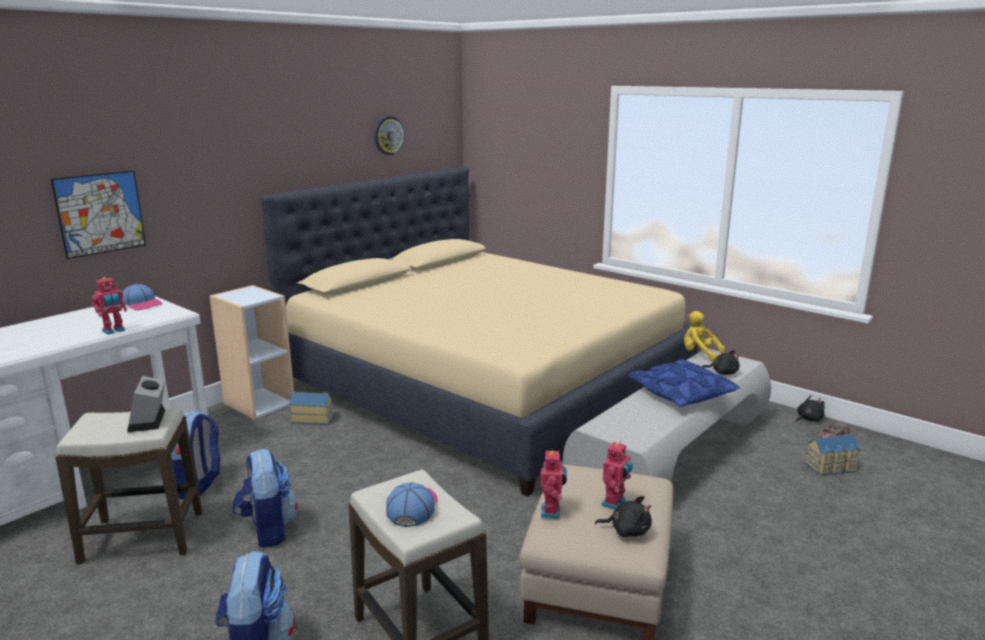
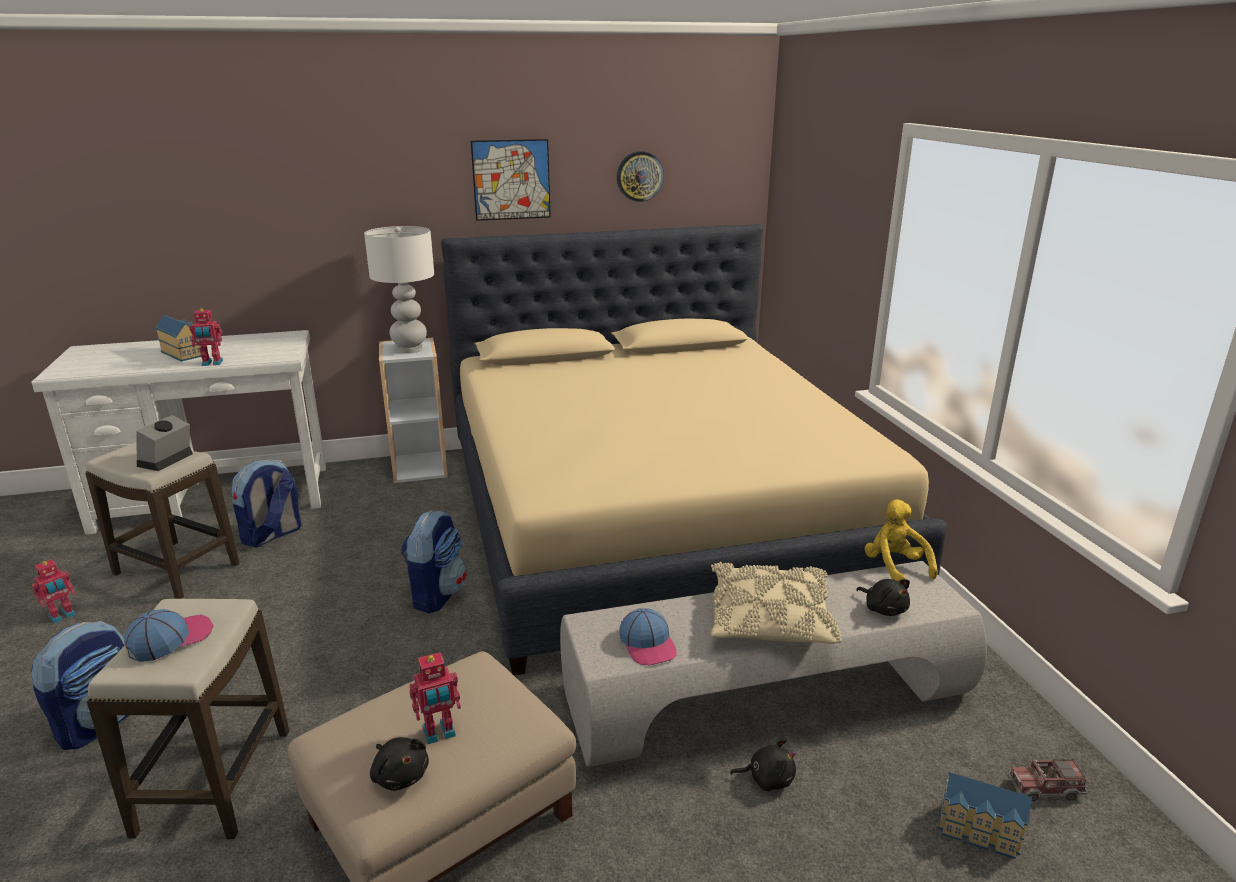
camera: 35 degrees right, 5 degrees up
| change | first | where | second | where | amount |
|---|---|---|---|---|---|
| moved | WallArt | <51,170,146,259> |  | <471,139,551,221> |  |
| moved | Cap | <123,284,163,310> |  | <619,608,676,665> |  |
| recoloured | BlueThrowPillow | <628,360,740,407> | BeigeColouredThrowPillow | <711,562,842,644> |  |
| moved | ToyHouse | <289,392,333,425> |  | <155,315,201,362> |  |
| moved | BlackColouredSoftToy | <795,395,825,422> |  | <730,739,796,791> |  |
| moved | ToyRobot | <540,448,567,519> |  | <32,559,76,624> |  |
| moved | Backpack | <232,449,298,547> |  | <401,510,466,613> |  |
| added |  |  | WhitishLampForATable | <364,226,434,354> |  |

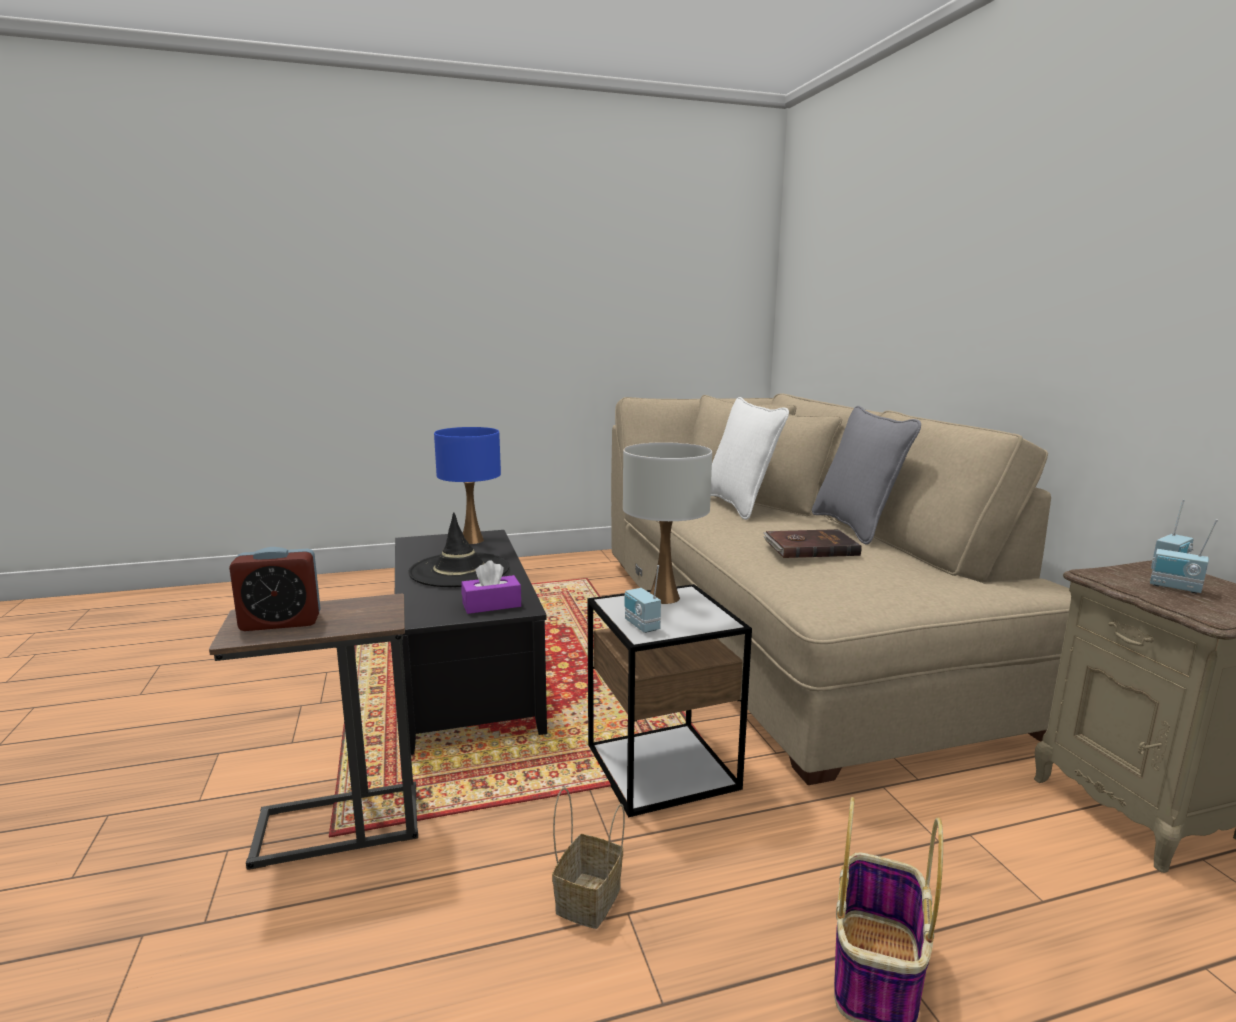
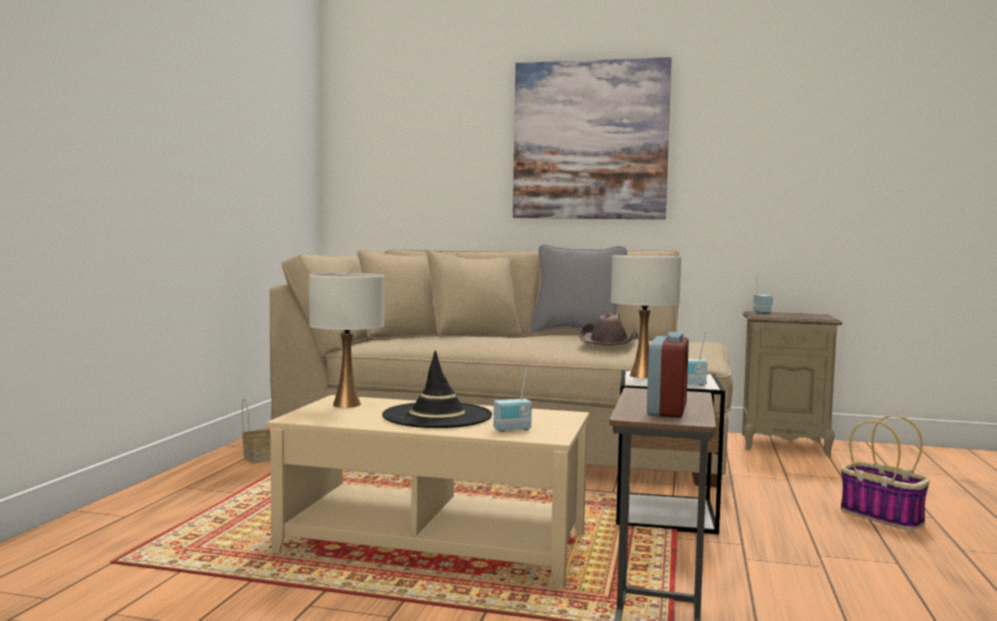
camera: 60 degrees left, 10 degrees down
| change | first | where | second | where | amount |
|---|---|---|---|---|---|
| removed | WhitishThrowPillow | <711,397,789,520> |  |  |  |
| recoloured | BlueLampForATable | <434,427,501,544> | WhitishLampForATable | <309,273,384,408> |  |
| moved | RadioSet | <1150,519,1218,594> |  | <493,367,532,432> |  |
| replaced | BrownBoundBook | <763,529,861,558> | BrownWearableHat | <579,312,638,345> |  |
| recoloured | BlackColouredLoungeTable | <395,530,547,755> | BeigeColouredLoungeTable | <267,395,589,588> |  |
| removed | PurpleColouredTissueBox | <461,560,521,614> |  |  |  |
| moved | Basket | <552,787,625,929> |  | <242,396,278,463> |  |
| added |  |  | WallArt | <513,57,672,220> |  |

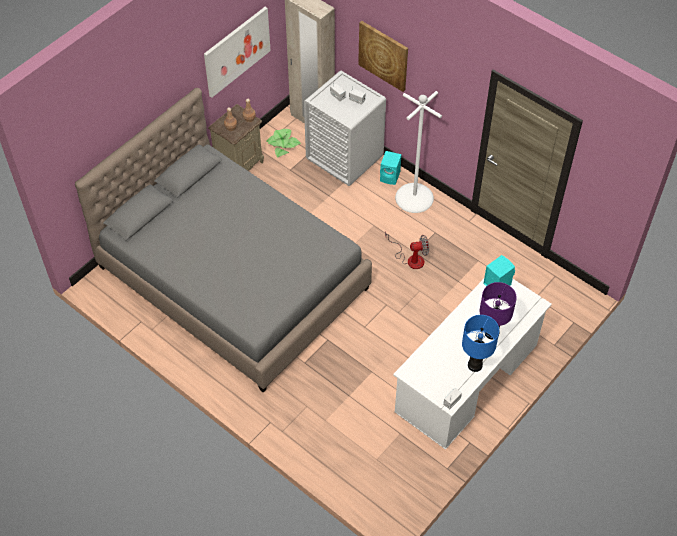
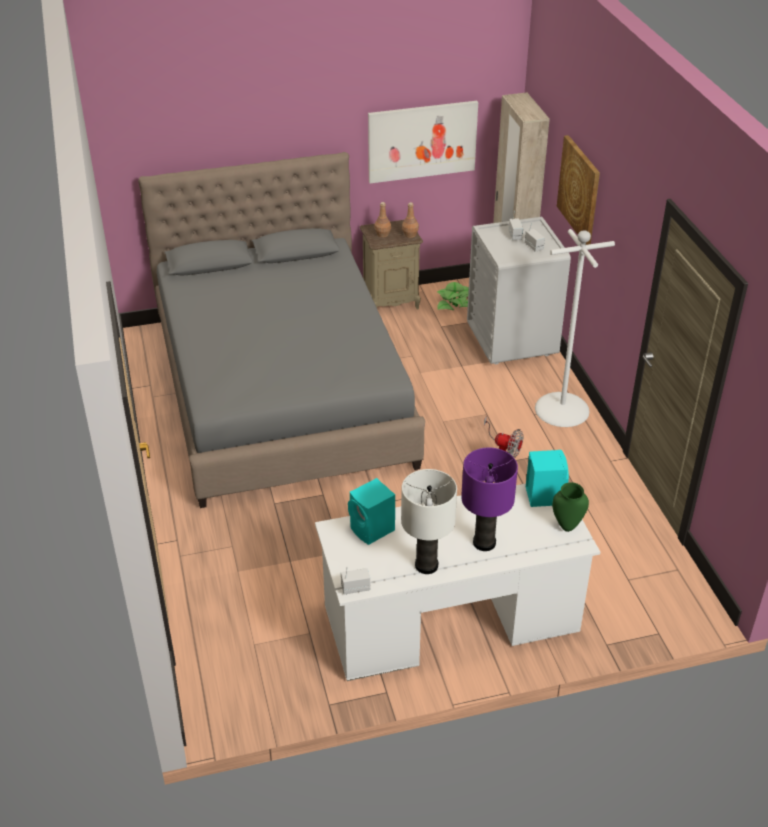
camera: 35 degrees right, 15 degrees down
| change | first | where | second | where | amount |
|---|---|---|---|---|---|
| moved | TurquoiseSpeaker | <380,151,402,185> |  | <348,478,395,545> |  |
| recoloured | BlueLampForATable | <462,315,499,372> | WhitishLampForATable | <401,469,457,574> |  |
| added |  |  | GreenVase | <552,482,589,532> |  |

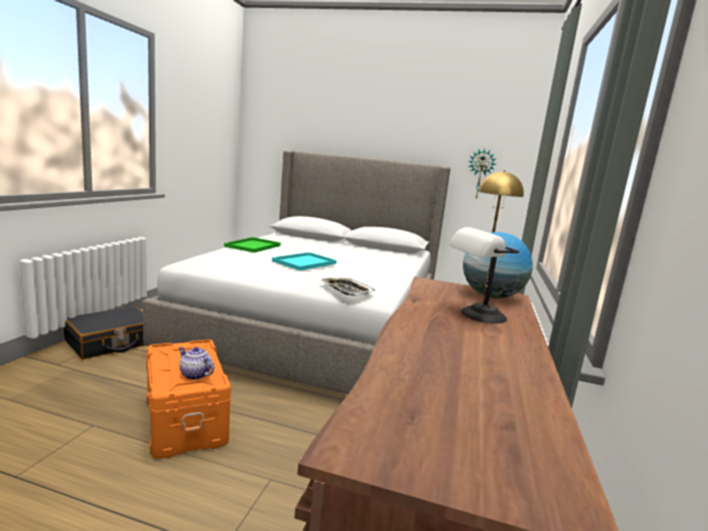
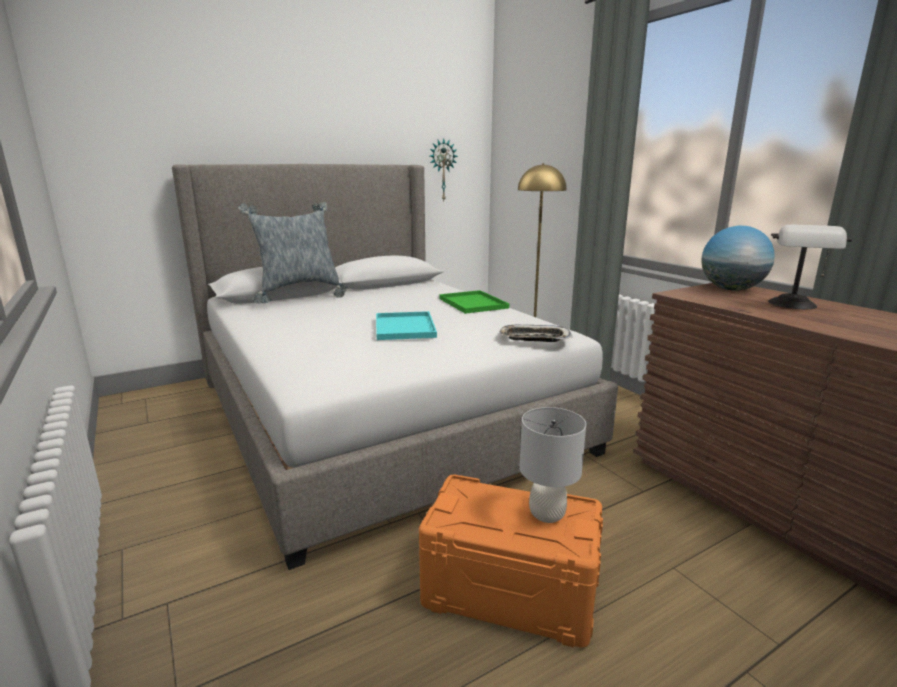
camera: 45 degrees left, 5 degrees up
| change | first | where | second | where | amount |
|---|---|---|---|---|---|
| moved | GreenCarryingTray | <224,237,281,253> |  | <439,290,509,314> |  |
| removed | BlackColouredSuitcase | <64,306,145,359> |  |  |  |
| replaced | TeaPot | <179,347,214,380> | GreyishLampForATable | <519,407,586,523> |  |
| added |  |  | ThrowPillow | <238,202,348,304> |  |

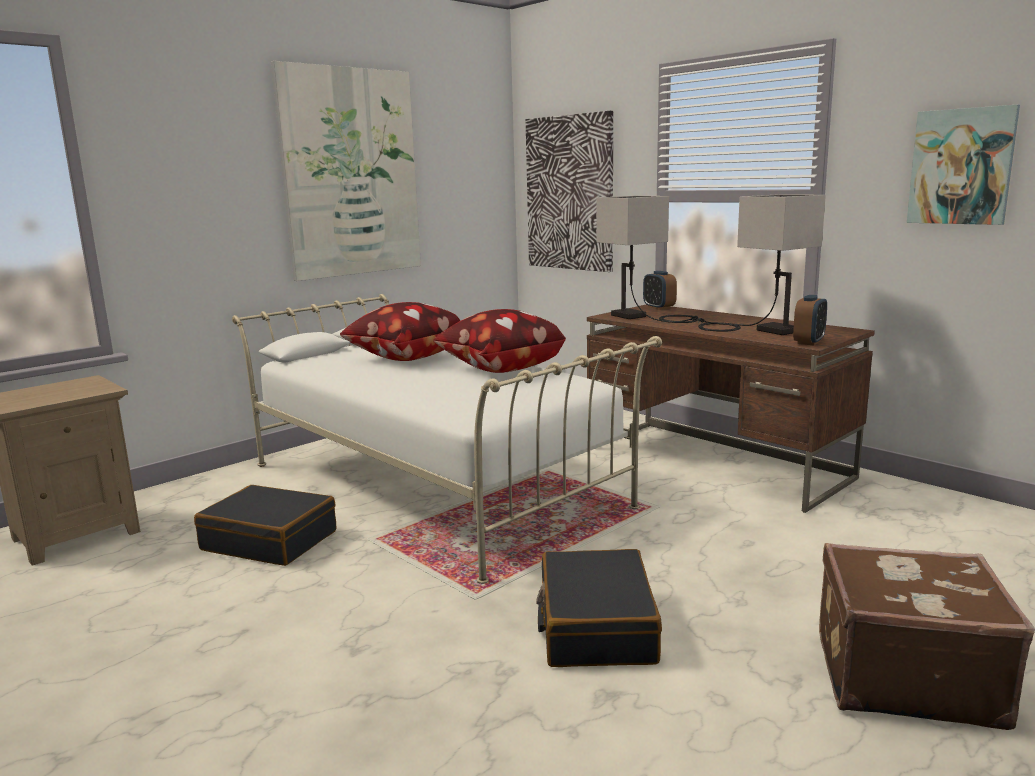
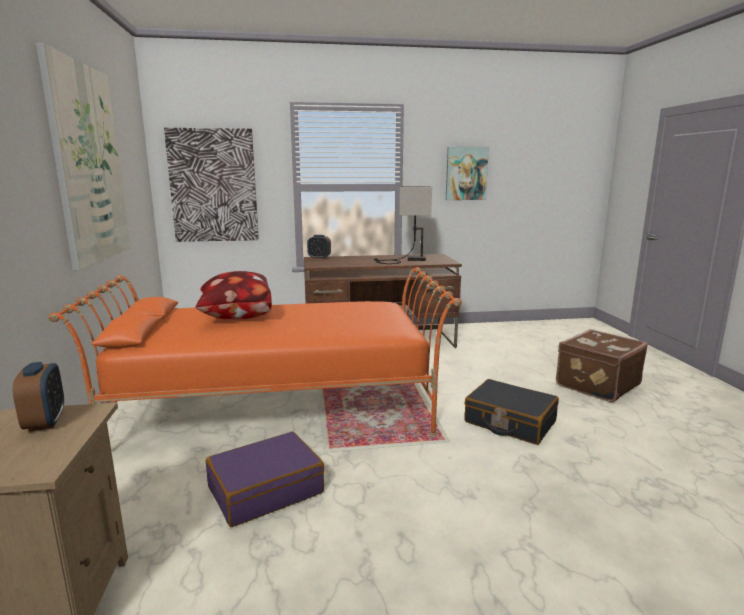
camera: 55 degrees left, 0 degrees up
| change | first | where | second | where | amount |
|---|---|---|---|---|---|
| removed | LampForATable | <596,196,698,323> |  |  |  |
| recoloured | WhitishBed | <232,294,662,584> | OrangeyBed | <48,267,462,435> |  |
| moved | AlarmClock | <793,295,827,345> |  | <13,362,64,431> |  |
| removed | ThrowPillow | <433,309,566,373> |  |  |  |
| recoloured | BlackColouredSuitcase | <194,485,336,566> | PurpleColouredSuitcase | <206,432,324,527> |  |

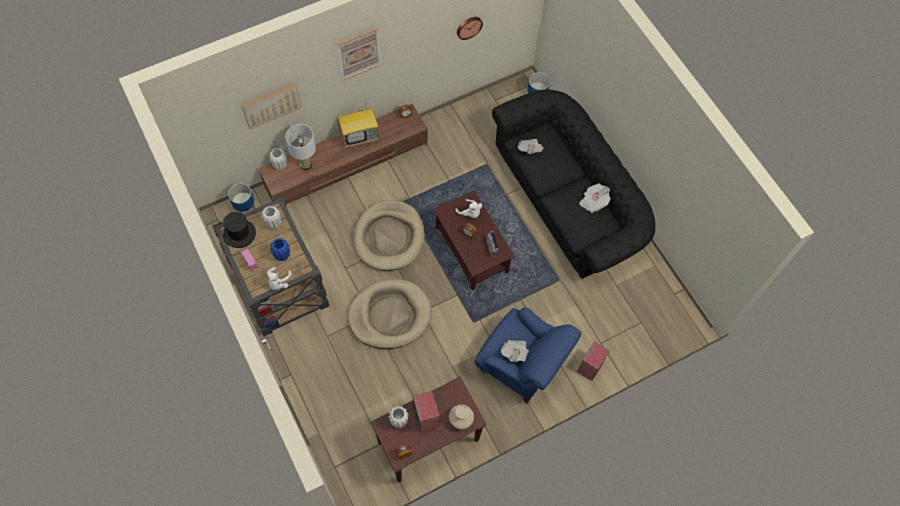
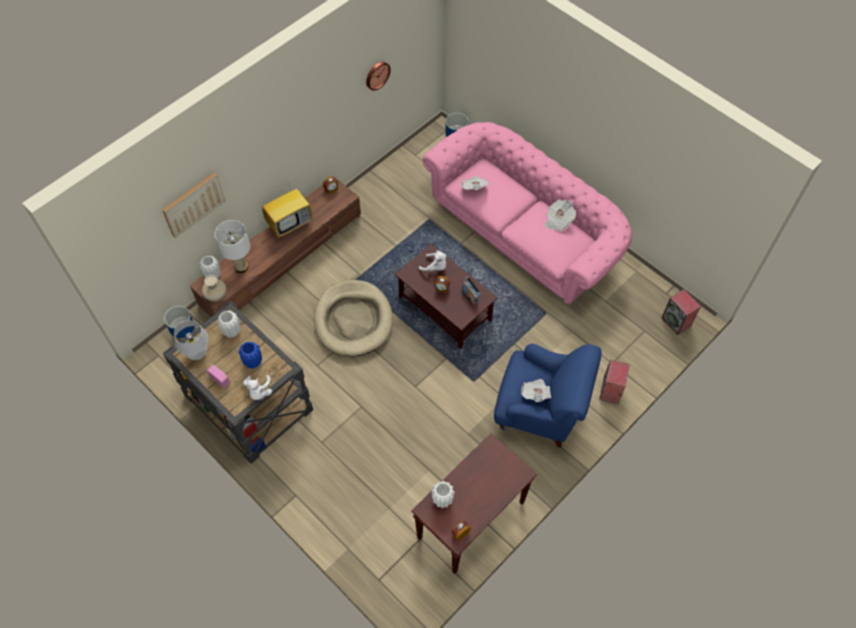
camera: 15 degrees left, 5 degrees down
| change | first | where | second | where | amount |
|---|---|---|---|---|---|
| removed | WallArt | <337,28,381,81> |  |  |  |
| recoloured | BlackColouredSettee | <492,90,655,279> | PinkSettee | <423,122,632,304> |  |
| replaced | BlackColouredWearableHat | <223,212,256,248> | WhitishLampForATable | <174,320,208,360> |  |
| removed | BeigeColouredDogBed | <348,279,431,349> |  |  |  |
| moved | Speaker | <413,391,440,432> |  | <661,289,701,335> |  |
| moved | BeigeColouredVase | <449,405,474,430> |  | <202,275,226,302> |  |

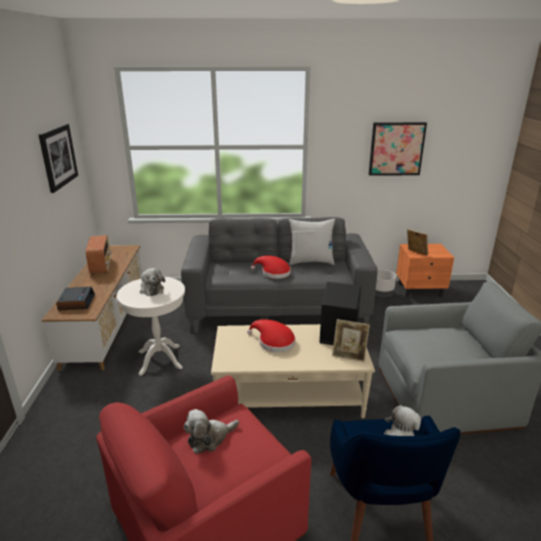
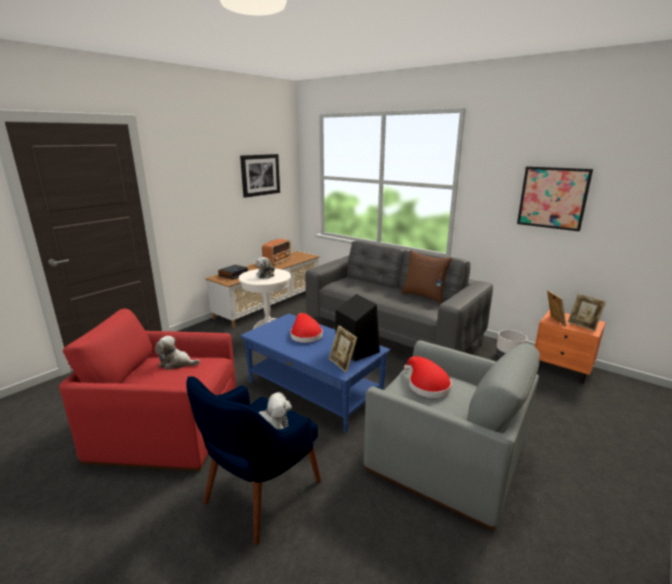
camera: 40 degrees right, 5 degrees down
| change | first | where | second | where | amount |
|---|---|---|---|---|---|
| recoloured | GreyishThrowPillow | <289,219,335,265> | BrownThrowPillow | <401,250,452,304> |  |
| moved | RedWearableHat | <251,256,291,279> |  | <404,356,452,398> |  |
| recoloured | BeigeColouredLoungeTable | <211,324,375,419> | BlueLoungeTable | <240,314,390,433> |  |
| added |  |  | PhotoFrame | <568,294,606,331> |  |

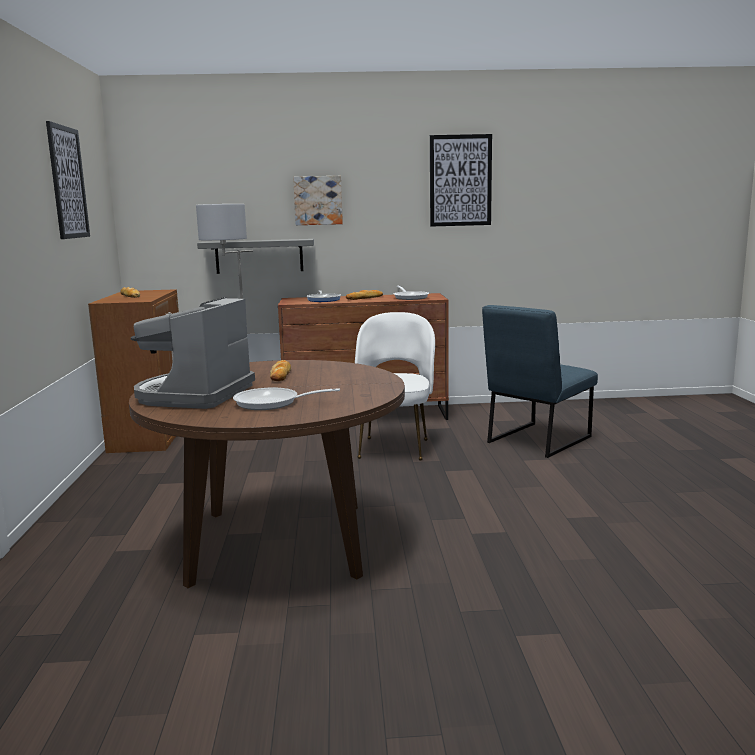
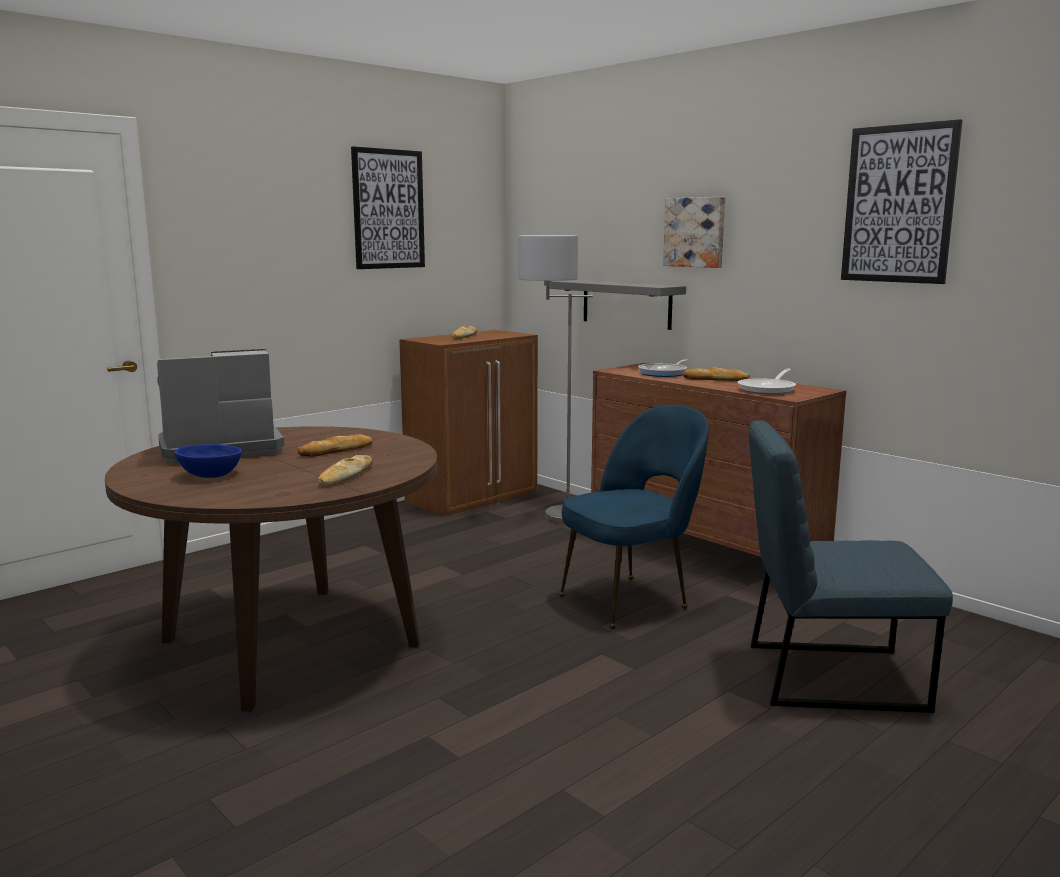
camera: 50 degrees right, 0 degrees up
| change | first | where | second | where | amount |
|---|---|---|---|---|---|
| recoloured | WhitishPlainChair | <355,312,435,461> | BluePlainChair | <559,405,709,629> |  |
| replaced | FryingPan | <233,388,340,410> | BlueServingBowl | <174,444,242,478> |  |
| added |  |  | BakedBread | <317,455,373,486> |  |

